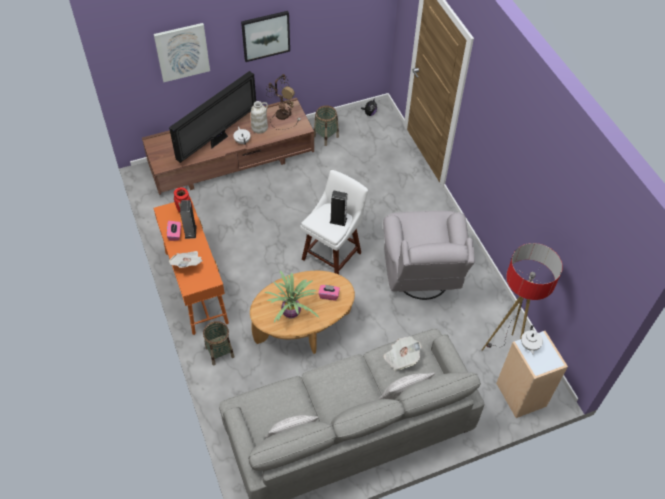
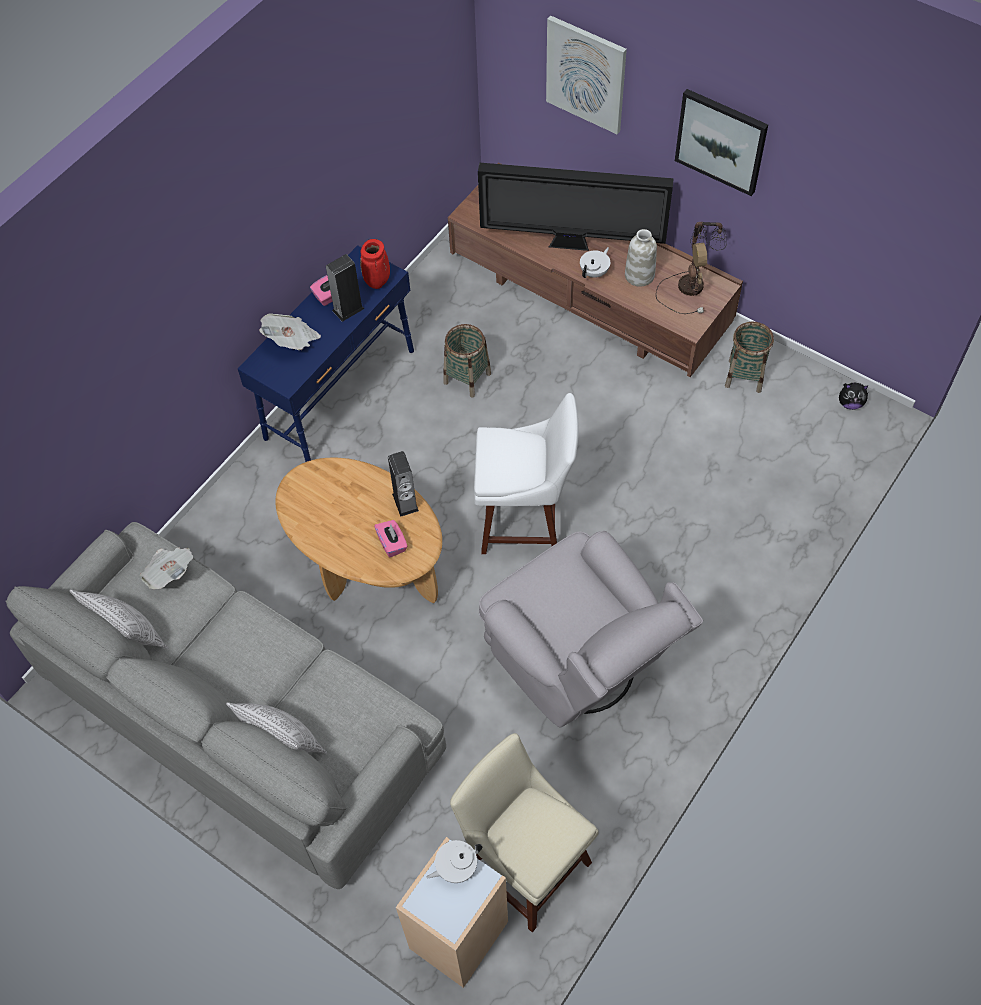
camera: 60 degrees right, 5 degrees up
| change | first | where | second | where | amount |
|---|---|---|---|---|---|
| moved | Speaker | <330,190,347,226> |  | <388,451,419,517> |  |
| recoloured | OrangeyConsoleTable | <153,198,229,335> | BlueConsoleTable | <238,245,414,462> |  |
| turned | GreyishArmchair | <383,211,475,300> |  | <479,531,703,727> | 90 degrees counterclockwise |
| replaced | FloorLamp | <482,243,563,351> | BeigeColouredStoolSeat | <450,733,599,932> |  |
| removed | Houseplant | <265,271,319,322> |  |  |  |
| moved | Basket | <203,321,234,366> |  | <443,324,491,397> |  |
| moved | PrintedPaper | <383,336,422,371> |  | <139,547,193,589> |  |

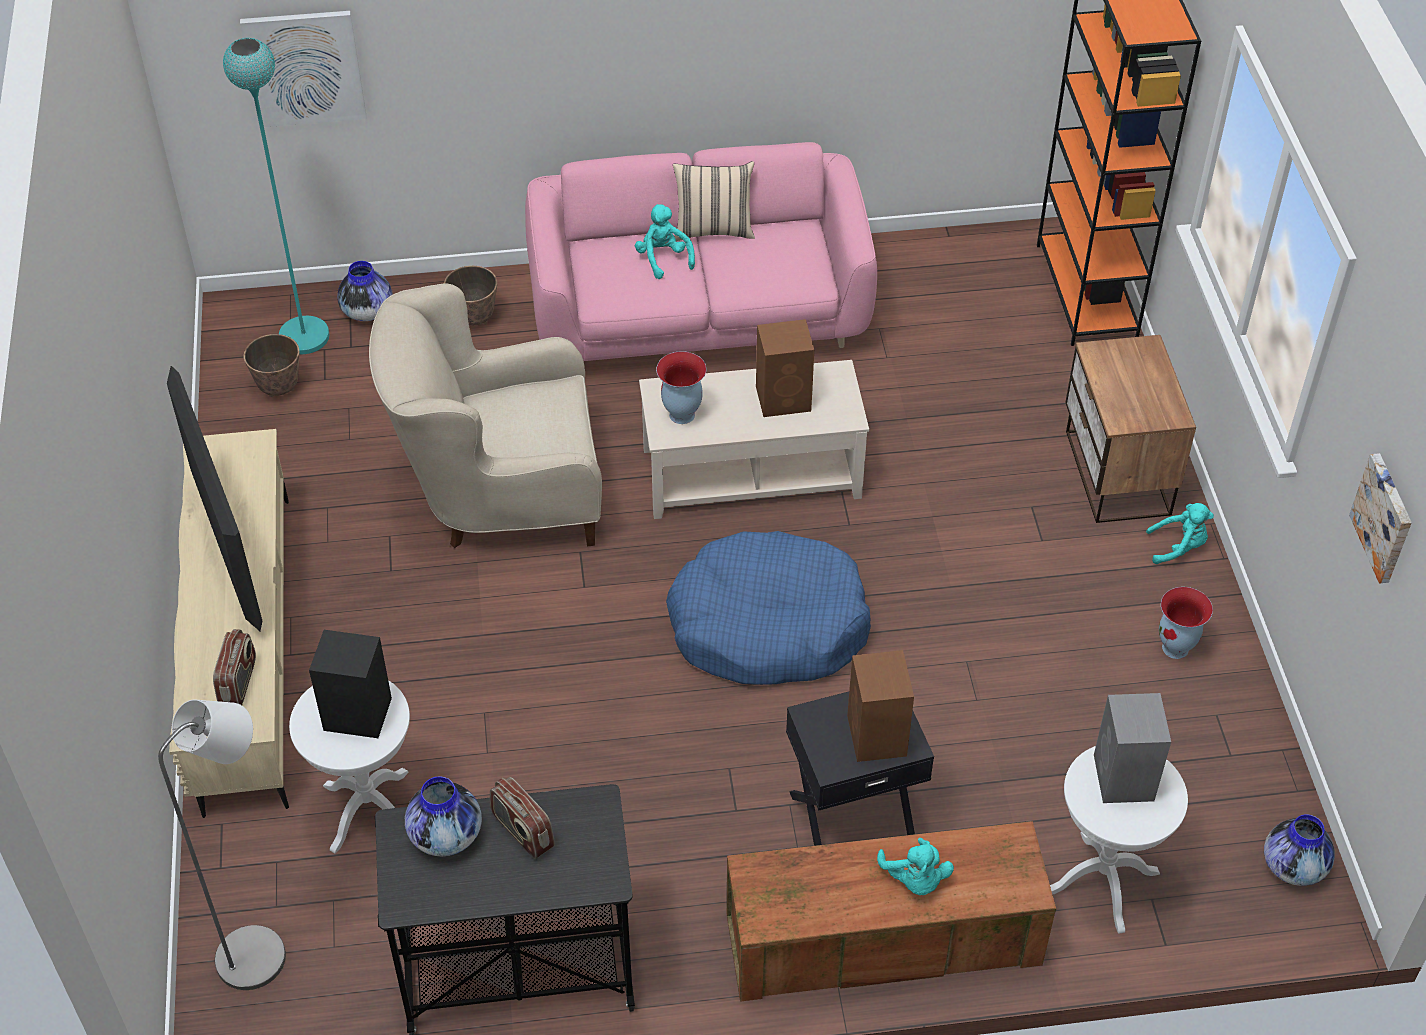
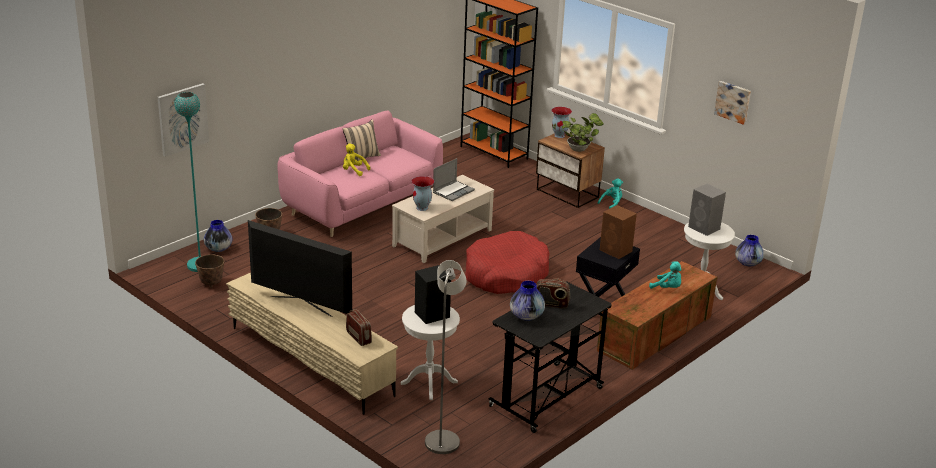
camera: 40 degrees left, 20 degrees down
| change | first | where | second | where | amount |
|---|---|---|---|---|---|
| recoloured | TurquoiseSoftToy | <635,204,695,279> | YellowishSoftToy | <343,144,370,176> |  |
| removed | BeigeColouredArmchair | <369,283,602,548> |  |  |  |
| replaced | BrownSpeaker | <756,319,814,417> | PortableComputer | <433,158,475,201> |  |
| recoloured | BlueDogBed | <666,531,871,685> | RedDogBed | <465,231,550,294> |  |
| moved | Vase | <1159,587,1213,659> |  | <551,107,572,138> |  |
| added |  |  | Houseplant | <562,113,604,152> |  |

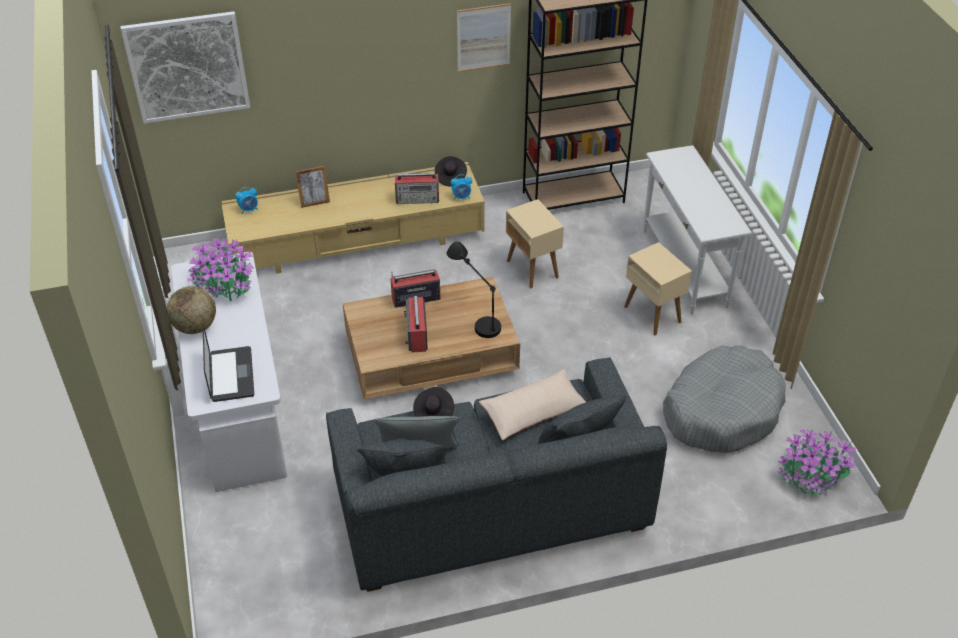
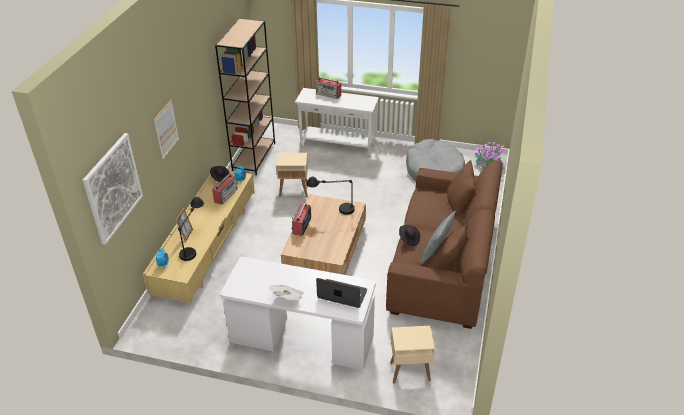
camera: 60 degrees left, 5 degrees down
| change | first | where | second | where | amount |
|---|---|---|---|---|---|
| moved | WallArt | <457,3,511,72> |  | <154,100,179,160> |  |
| removed | Houseplant | <187,237,254,301> |  |  |  |
| moved | BeigeColouredEndTable | <624,242,692,335> |  | <390,326,435,383> |  |
| replaced | WorldGlobe | <167,286,216,334> | PrintedPaper | <269,285,304,301> |  |
| moved | RadioSet | <404,296,428,352> |  | <316,77,341,99> |  |
| recoloured | GreyishSettee | <326,357,667,592> | BrownSettee | <386,160,503,329> |  |
| removed | BeigeColouredThrowPillow | <479,369,586,440> |  |  |  |
| added |  |  | BlackColouredLampForATable | <178,197,204,261> |  |

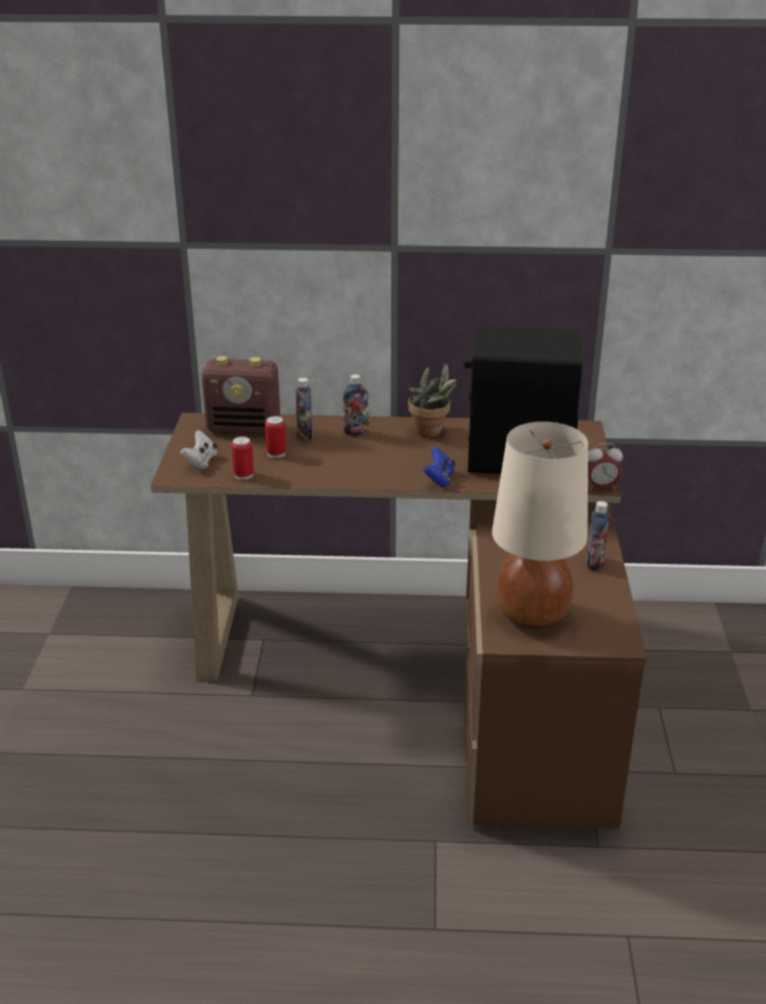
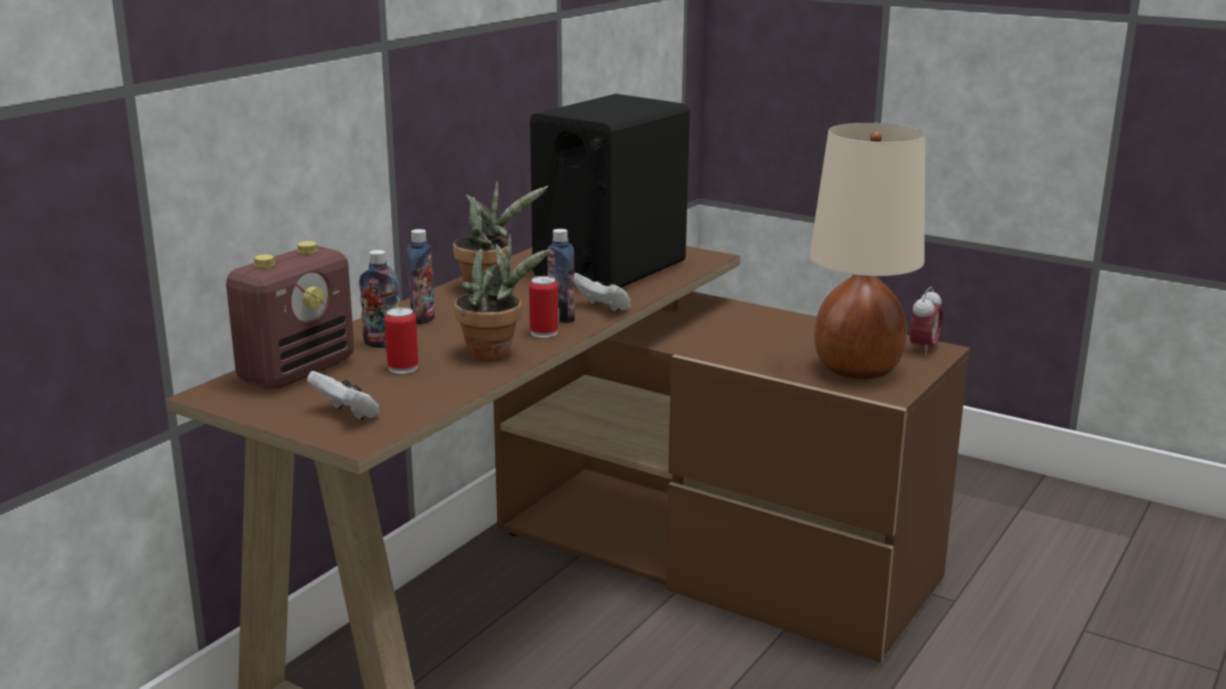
camera: 60 degrees left, 10 degrees down
| change | first | where | second | where | amount |
|---|---|---|---|---|---|
| moved | SealedCan | <231,436,254,480> |  | <529,276,559,338> |  |
| moved | AlarmClock | <588,443,623,491> |  | <909,286,943,356> |  |
| recoloured | BlueGamepad | <423,447,456,487> | WhitishGamepad | <574,273,630,312> |  |
| moved | DrinkBottle | <587,501,610,570> |  | <547,229,575,323> |  |
| added |  |  | Houseplant | <454,235,550,361> |  |

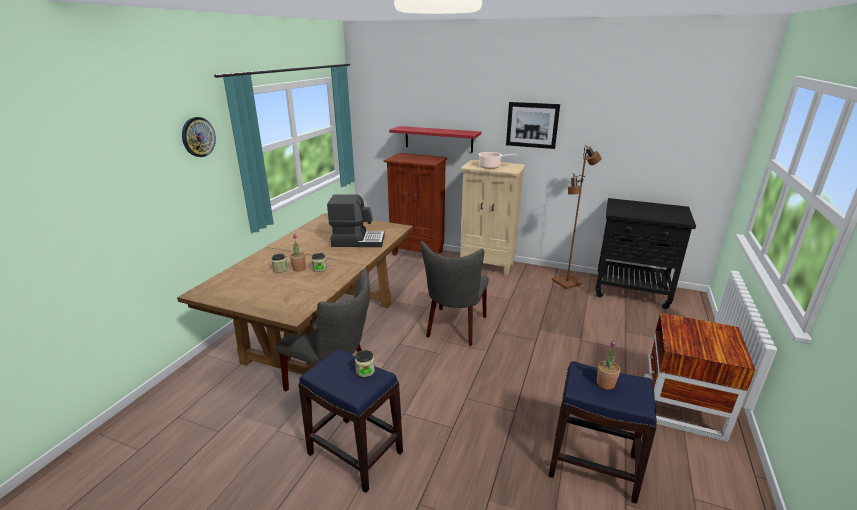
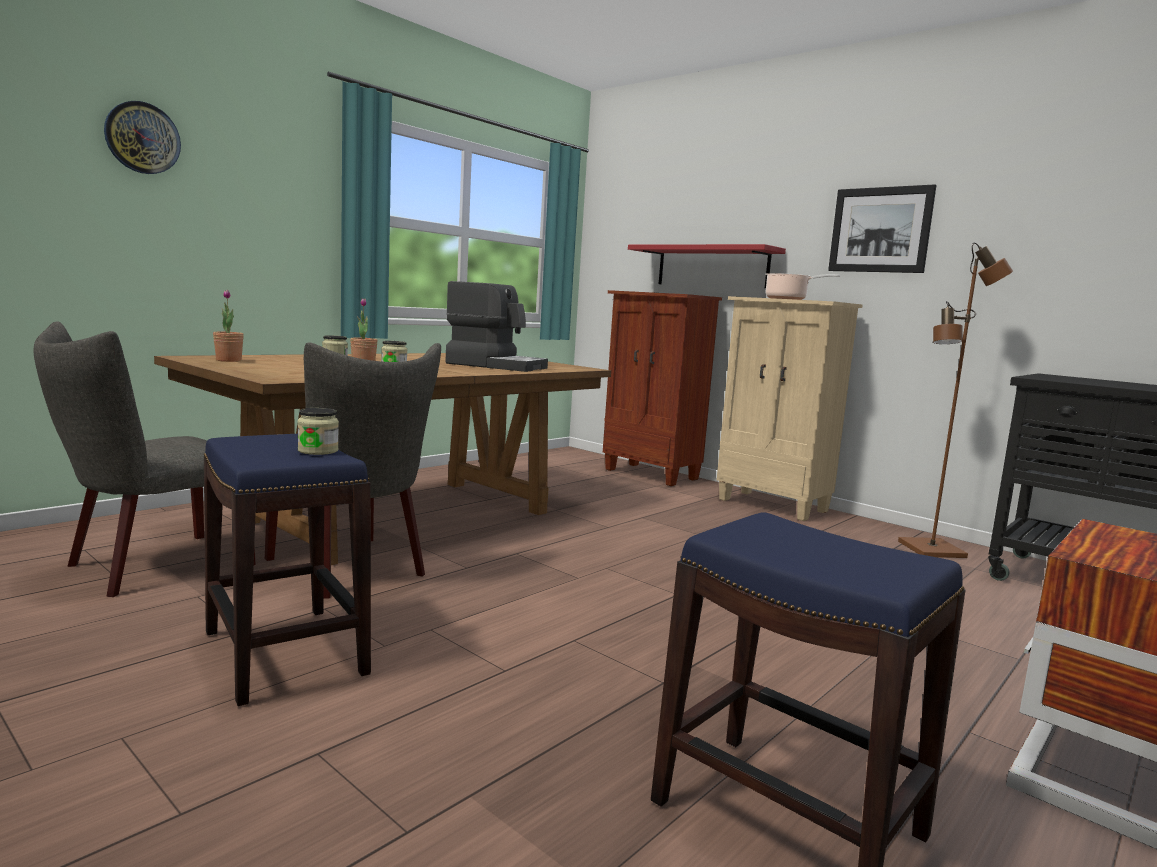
camera: 20 degrees right, 15 degrees down
| change | first | where | second | where | amount |
|---|---|---|---|---|---|
| moved | HangingClock | <182,117,216,157> |  | <104,101,181,174> |  |
| moved | GreyishPlainChair | <420,241,489,346> |  | <33,322,256,597> |  |
| moved | Houseplant | <597,340,620,390> |  | <213,290,244,362> |  |

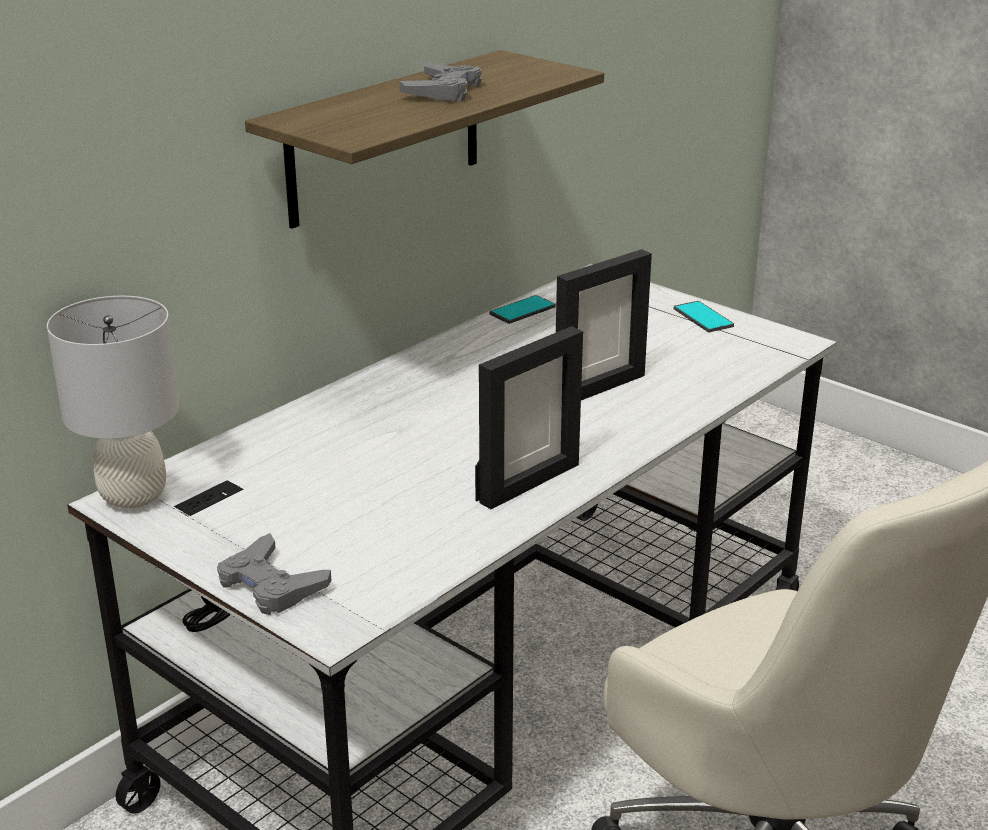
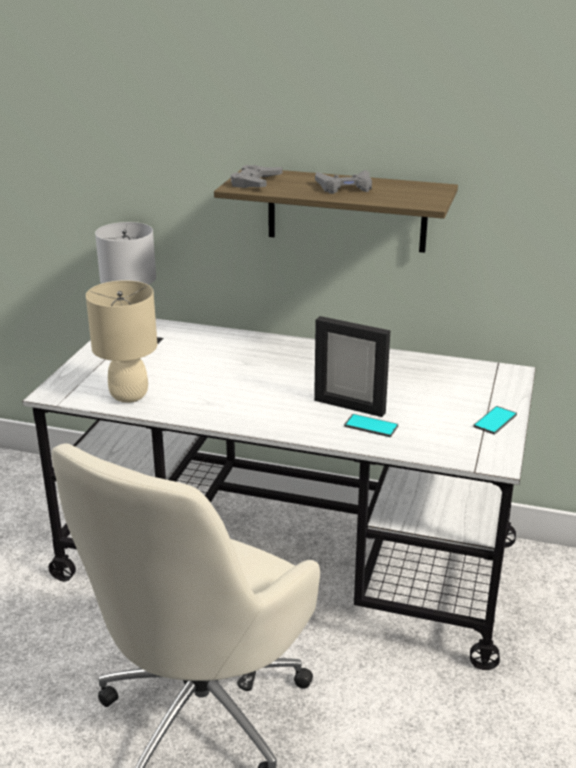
camera: 65 degrees right, 0 degrees up
| change | first | where | second | where | amount |
|---|---|---|---|---|---|
| moved | Phone | <490,295,556,324> |  | <344,414,398,437> |  |
| removed | PhotoFrame | <475,326,583,509> |  |  |  |
| moved | GreyishGamepad | <217,533,331,615> |  | <231,165,282,188> |  |
| added |  |  | BeigeColouredLampForATable | <86,280,157,403> |  |

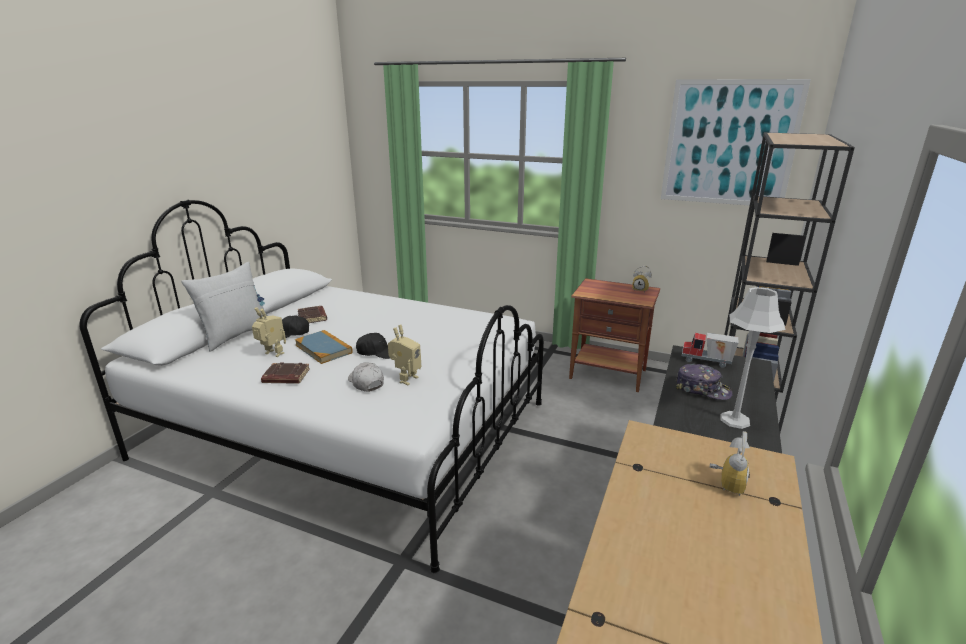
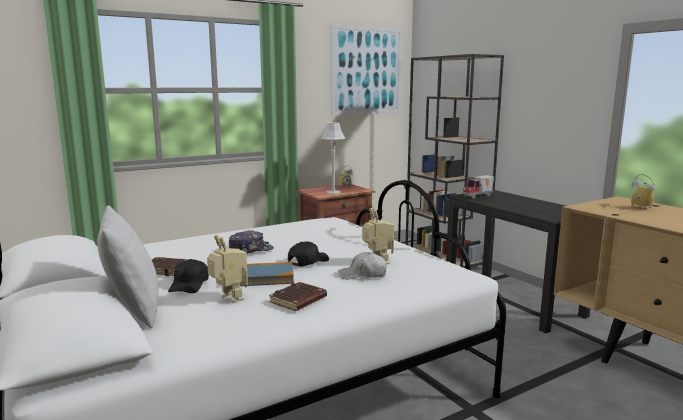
camera: 55 degrees left, 10 degrees down
| change | first | where | second | where | amount |
|---|---|---|---|---|---|
| moved | GreyishLampForATable | <721,287,786,429> |  | <320,122,345,194> |  |
| turned | ToyRobot | <252,307,286,357> |  | <207,235,248,303> | 75 degrees clockwise |
| moved | Cap | <676,364,733,400> |  | <229,230,274,254> |  |

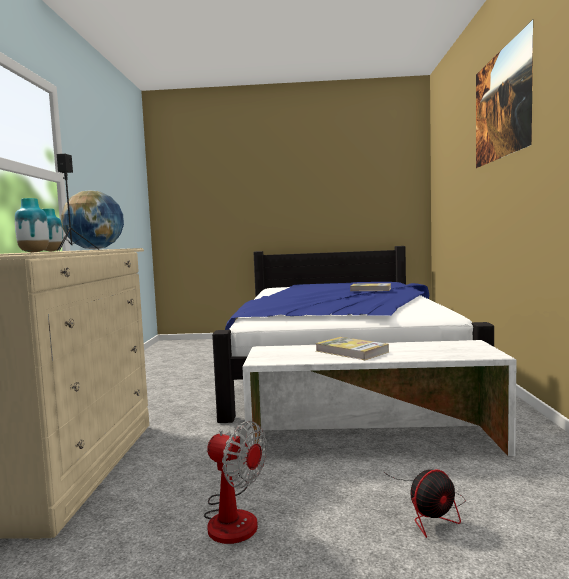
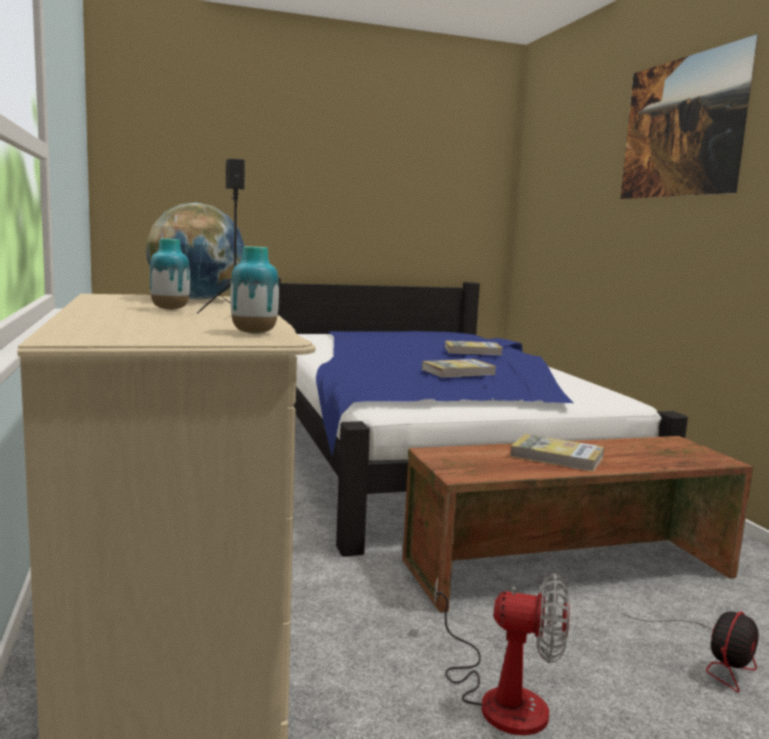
camera: 20 degrees left, 5 degrees up
| change | first | where | second | where | amount |
|---|---|---|---|---|---|
| recoloured | WhitishBench | <242,340,517,456> | BrownBench | <403,436,753,613> |  |
| added |  |  | BoundBook | <422,359,497,378> |  |

